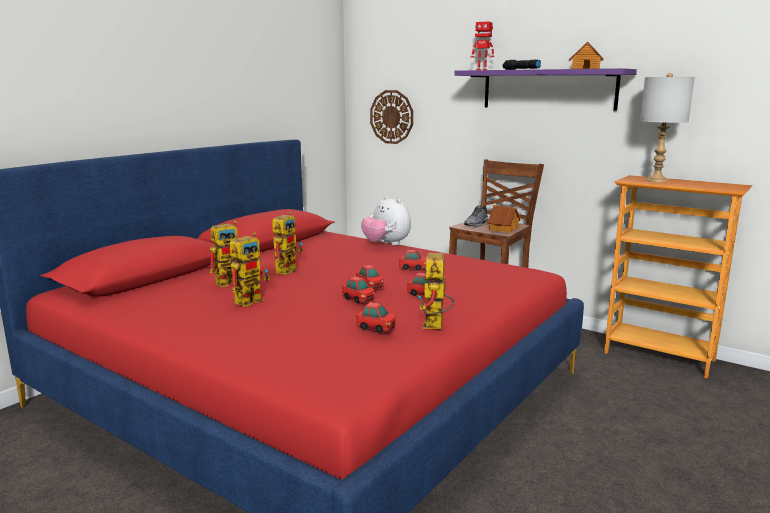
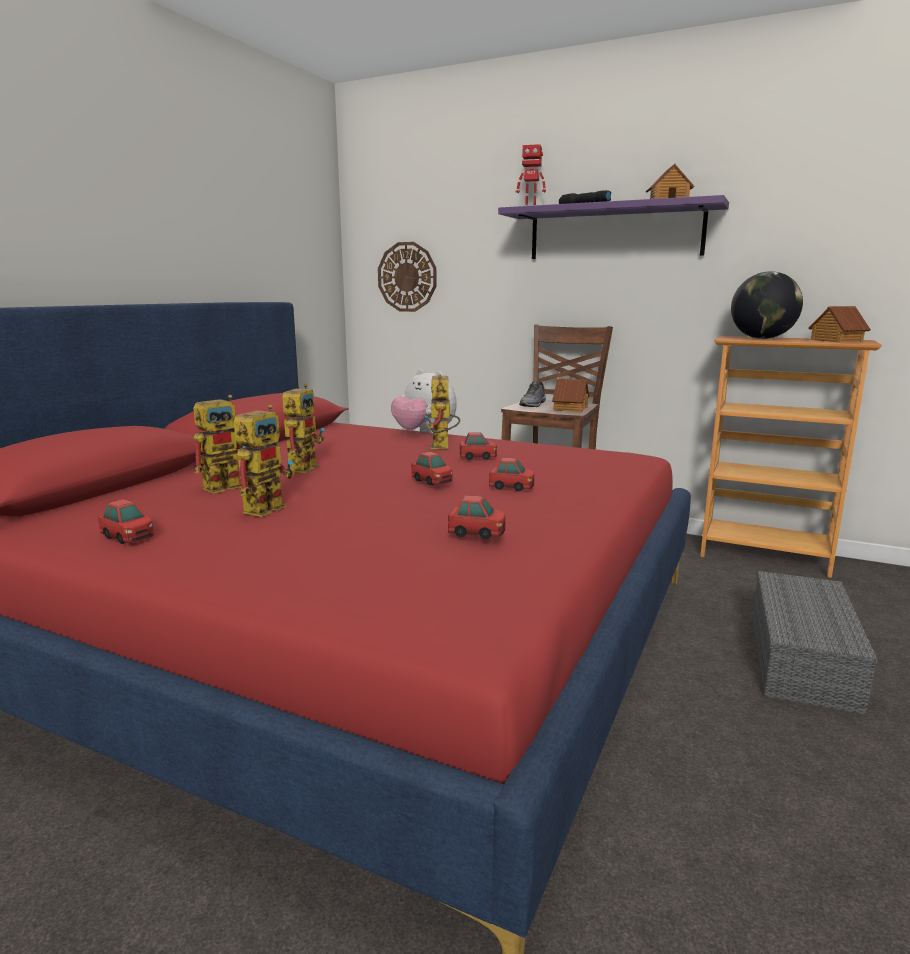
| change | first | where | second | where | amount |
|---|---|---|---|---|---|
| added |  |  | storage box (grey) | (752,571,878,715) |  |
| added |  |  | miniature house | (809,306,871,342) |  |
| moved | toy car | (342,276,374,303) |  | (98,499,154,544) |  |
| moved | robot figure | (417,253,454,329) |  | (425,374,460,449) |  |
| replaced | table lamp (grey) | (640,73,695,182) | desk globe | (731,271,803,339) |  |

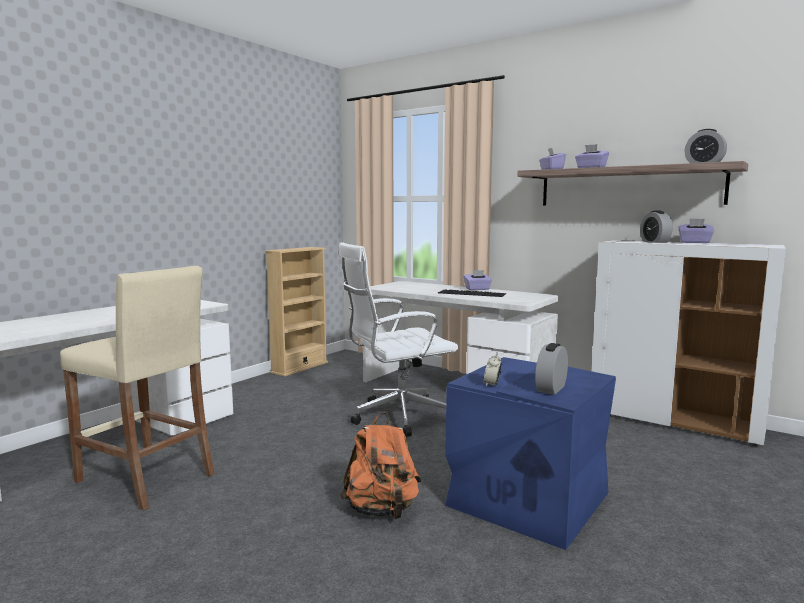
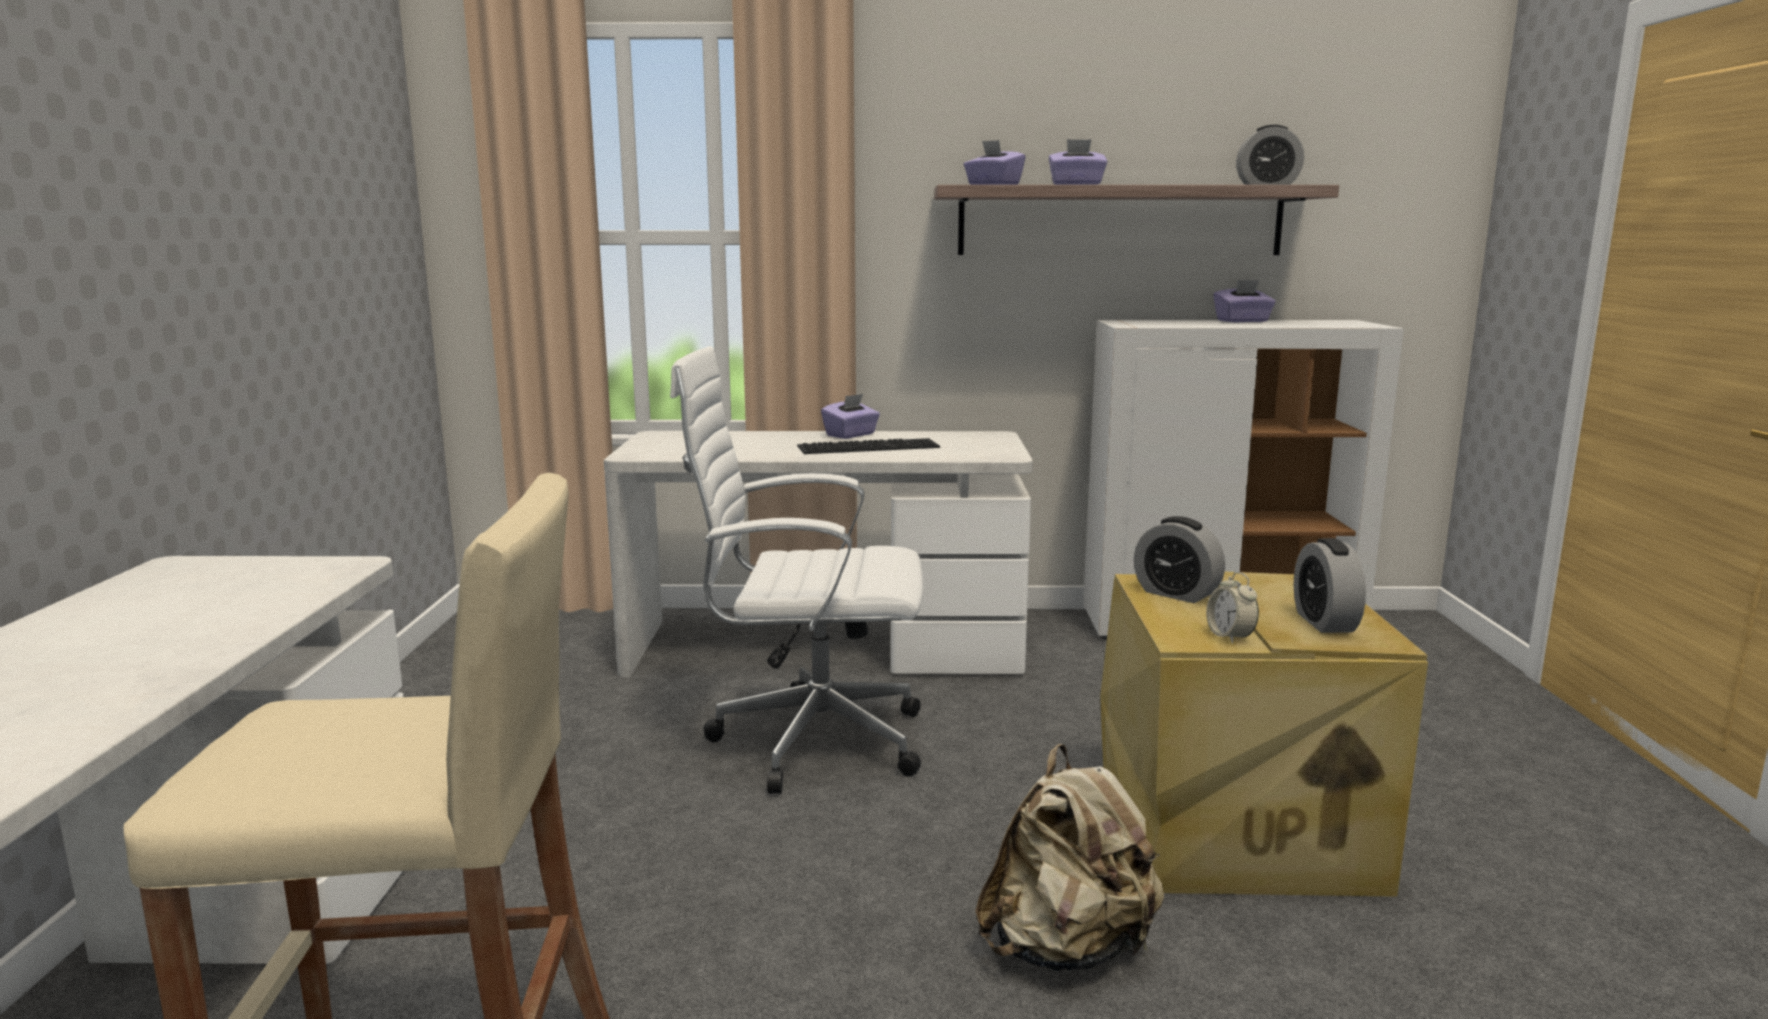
| change | first | where | second | where | amount |
|---|---|---|---|---|---|
| removed | shelving unit (beige-coloured) | (265,247,328,377) |  |  |  |
| moved | table clock | (640,211,673,243) |  | (1134,516,1225,603) |  |
| recoloured | knapsack (orangey) | (340,413,421,519) | knapsack (beige-coloured) | (975,744,1164,971) |  |
| recoloured | storage box (bluish) | (445,357,616,550) | storage box (beige-coloured) | (1100,572,1428,897) |  |
| turned | office chair (white) | (338,242,458,437) |  | (670,346,923,794) | 60 degrees clockwise |

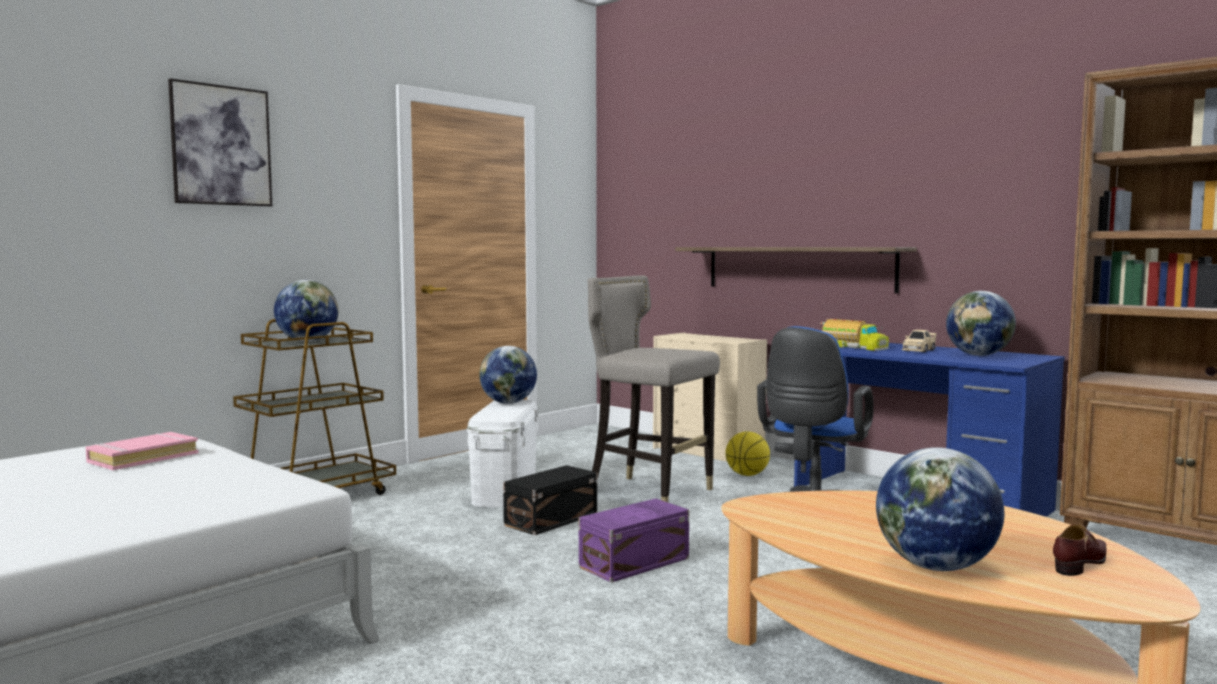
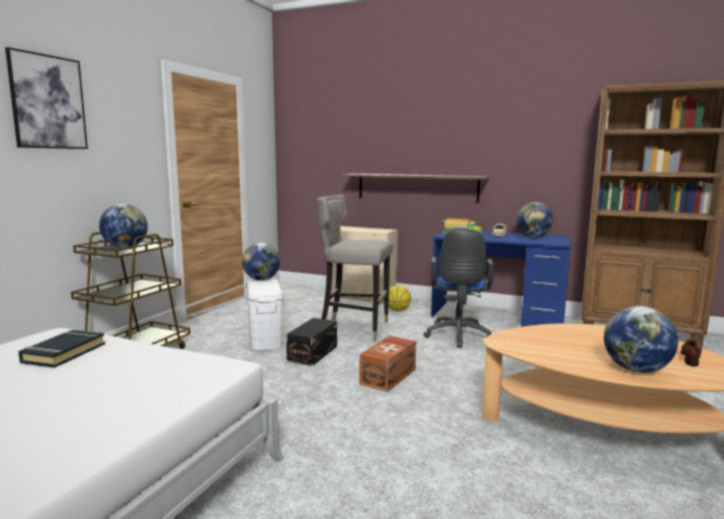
| change | first | where | second | where | amount |
|---|---|---|---|---|---|
| recoloured | volume (pink) | (86,432,198,470) | volume (blackish) | (18,330,105,368) |  |
| recoloured | storage box (purple-coloured) | (578,499,689,583) | storage box (brown-coloured) | (359,336,416,392) |  |

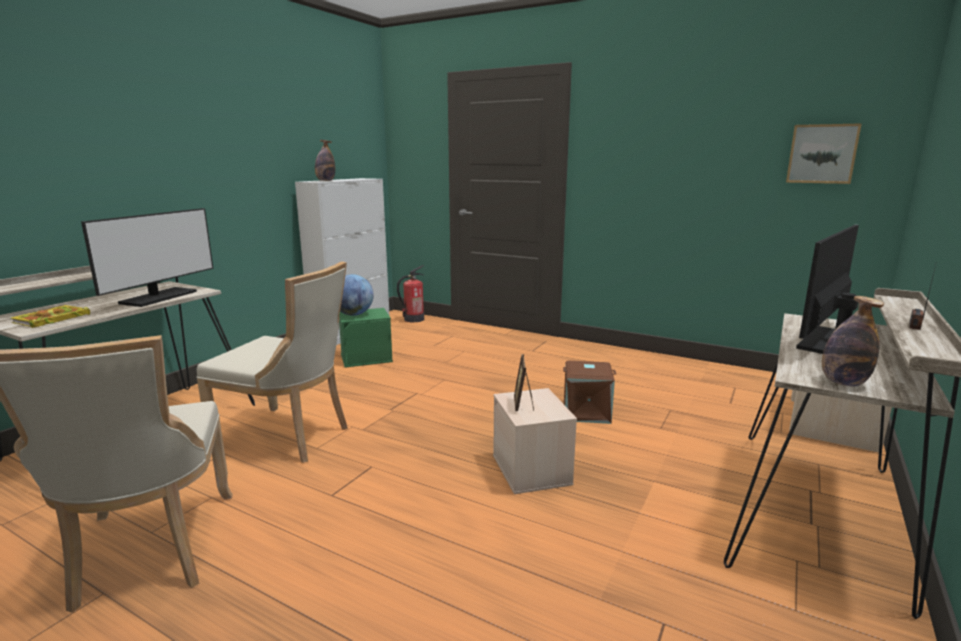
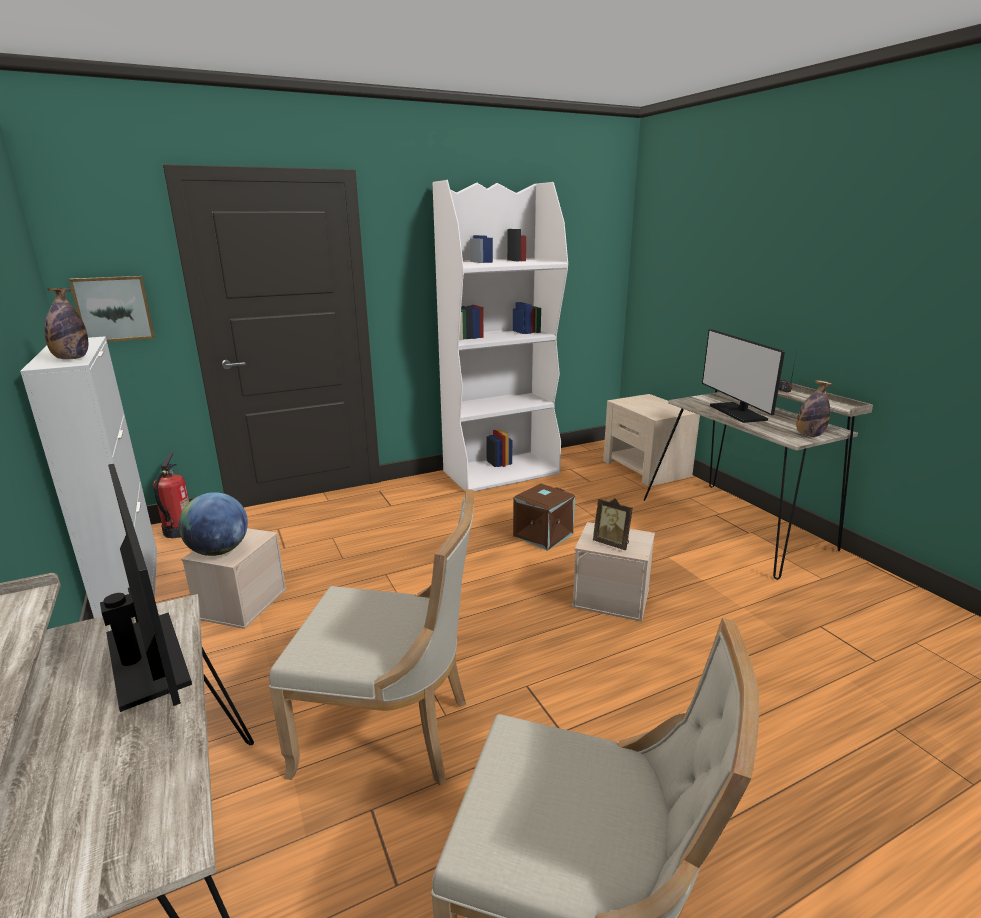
| change | first | where | second | where | amount |
|---|---|---|---|---|---|
| removed | volume | (11,305,90,328) |  |  |  |
| added |  |  | shelving unit (white) | (433,180,568,492) |  |
| moved | wall picture | (786,123,862,184) |  | (69,276,155,342) |  |
| recoloured | storage box (green-coloured) | (339,308,393,368) | storage box (beige-coloured) | (181,528,286,629) |  |
| turned | plain chair (beige-coloured) | (196,261,348,463) |  | (269,489,474,785) | 45 degrees clockwise |

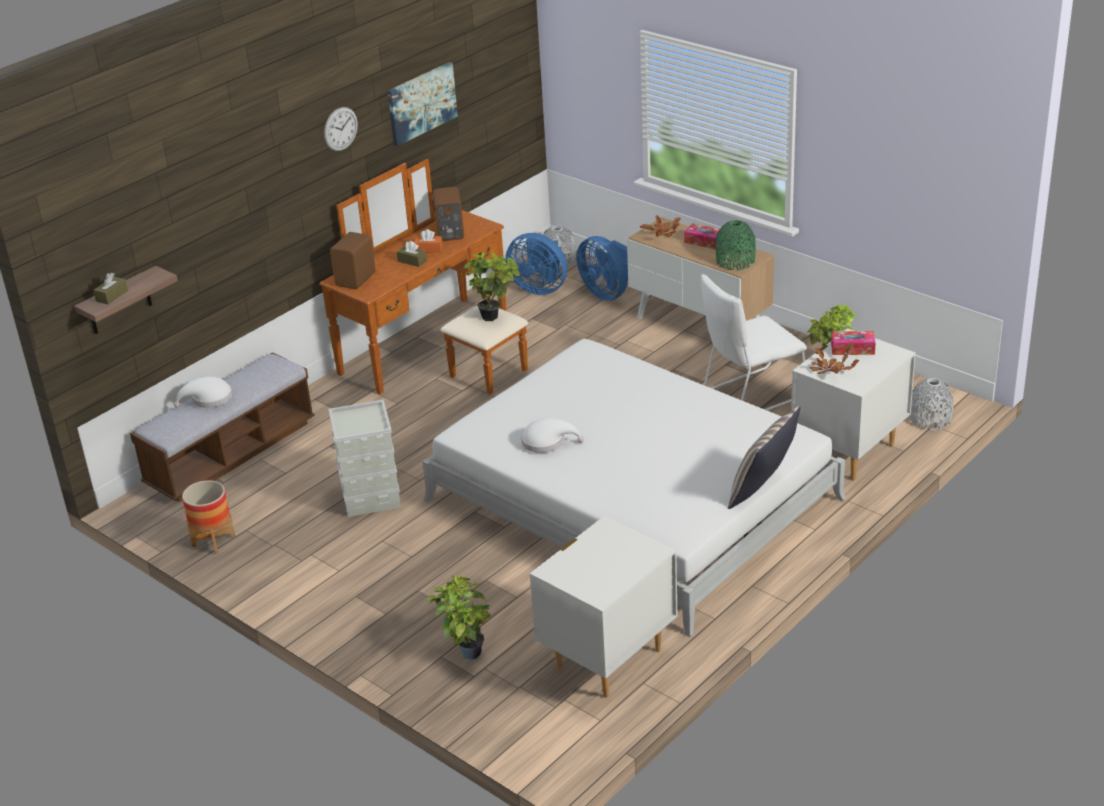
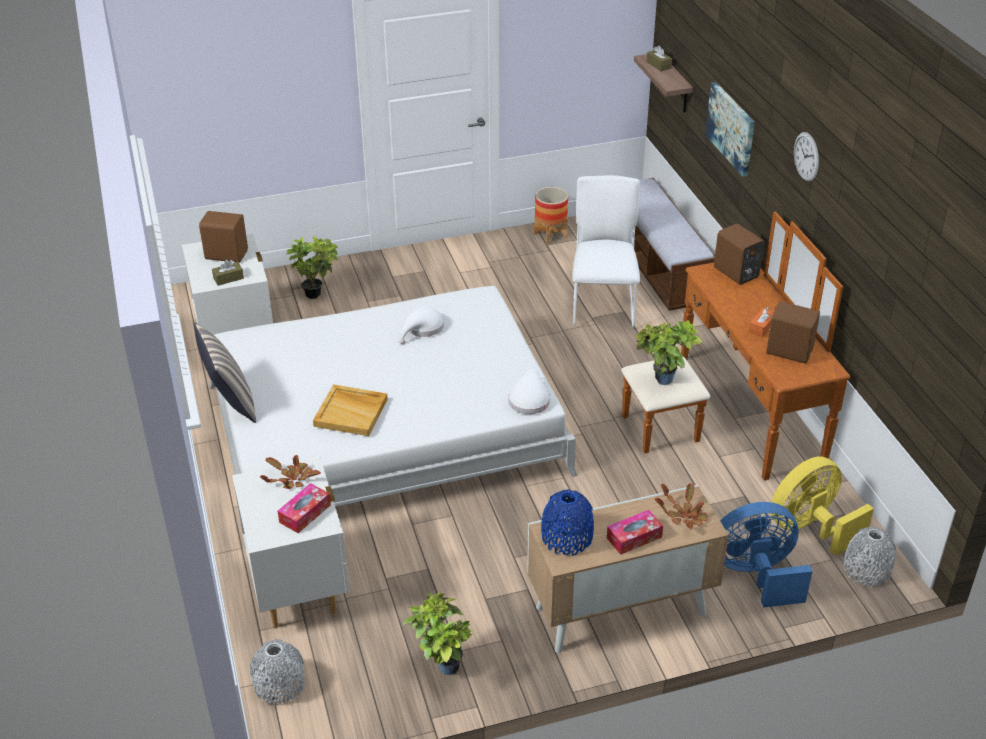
| change | first | where | second | where | amount |
|---|---|---|---|---|---|
| removed | storage box (grey) | (328,399,401,517) |  |  |  |
| added |  |  | speaker (brown-coloured) | (199,211,248,263) |  |
| added |  |  | tray (beige-coloured) | (313,384,388,436) |  |
| moved | hat (white) | (174,377,232,408) |  | (509,368,550,414) |  |
| moved | wall picture | (388,62,458,146) |  | (705,82,755,177) |  |
| moved | tissue box (brown-coloured) | (397,241,427,267) |  | (212,260,244,286) |  |
| moved | plain chair (white) | (701,274,807,410) |  | (572,175,640,327) |  |
| recoloured | fan (bluish) | (505,233,567,295) | fan (yellow) | (771,456,874,556) |  |
| recoloured | decorative vase (green-coloured) | (716,220,756,271) | decorative vase (bluish) | (541,490,594,556) |  |

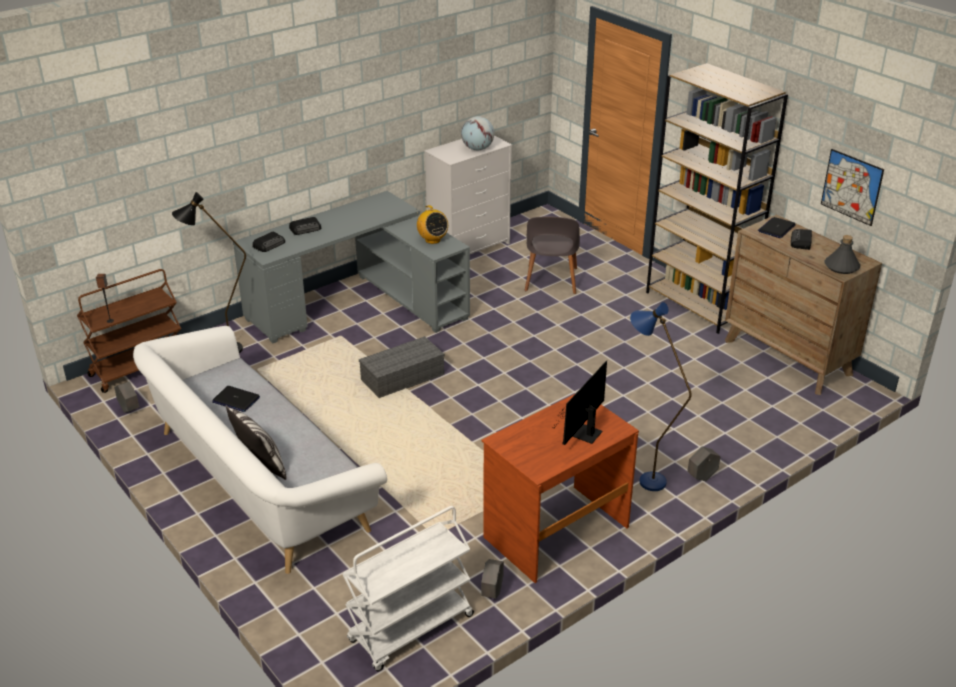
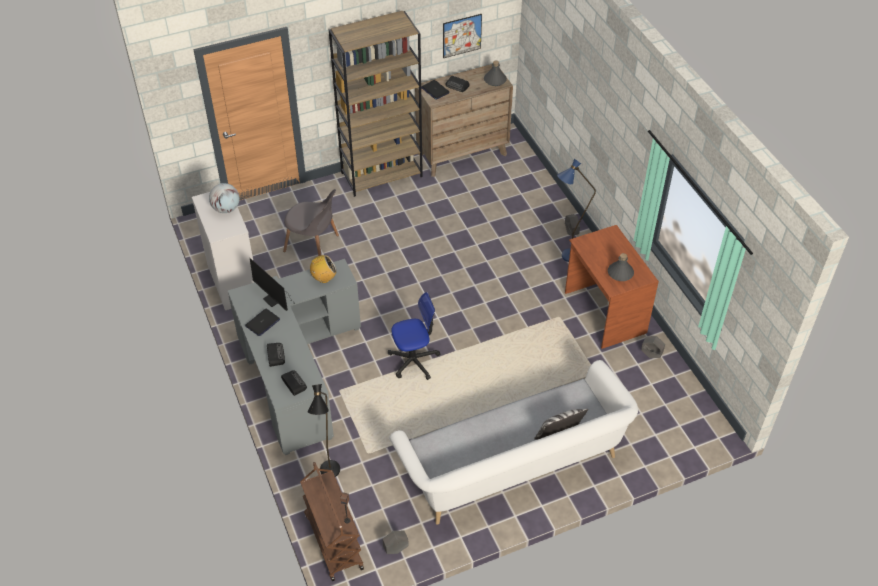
| change | first | where | second | where | amount |
|---|---|---|---|---|---|
| removed | trolley (white) | (342,506,474,672) |  |  |  |
| added |  |  | bottle (grey) | (608,253,634,281) |  |
| moved | portable computer | (212,386,260,412) |  | (245,309,280,336) |  |
| moved | monitor | (556,360,607,445) |  | (250,258,291,311) |  |
| replaced | storage box (grey) | (359,336,444,398) | office chair | (388,292,440,380) |  |

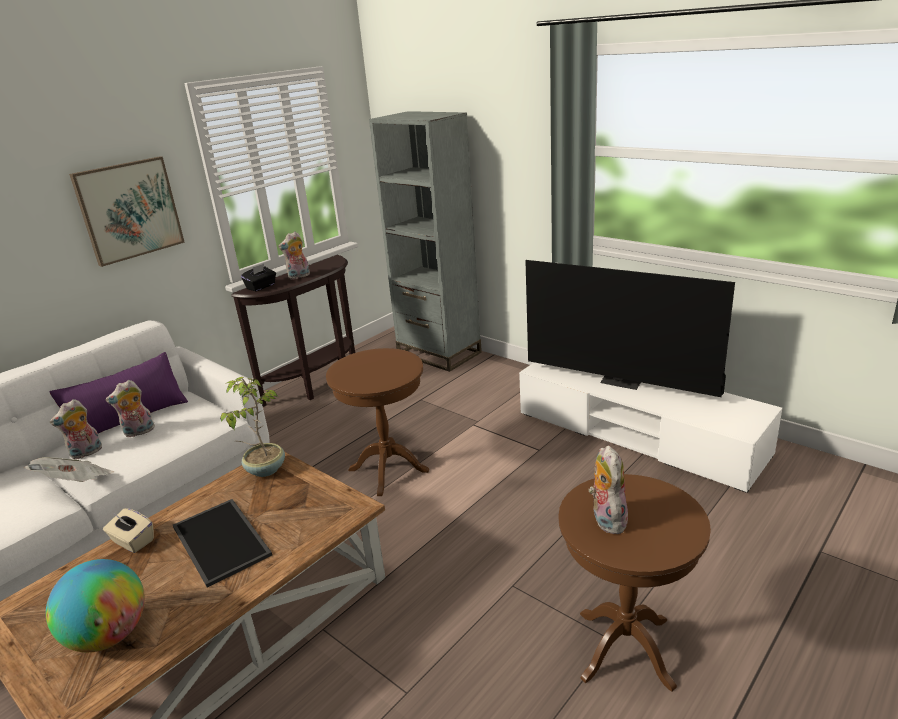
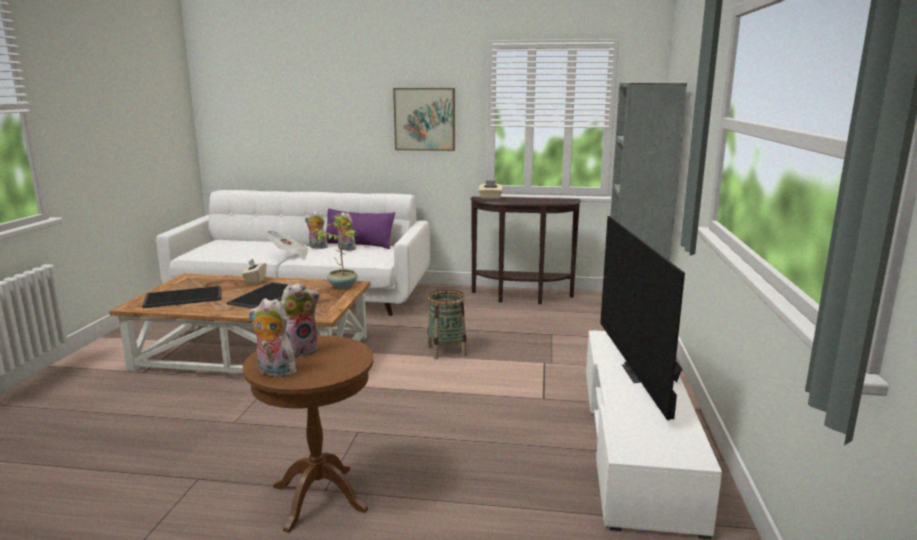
| change | first | where | second | where | amount |
|---|---|---|---|---|---|
| moved | plush toy | (278,231,310,280) |  | (249,298,296,378) |  |
| replaced | desk globe | (46,559,145,652) | tray | (142,286,221,308) |  |
| replaced | side table (brown-coloured) | (326,348,429,496) | household basket | (427,289,467,359) |  |
| recoloured | tissue box (blackish) | (241,264,276,291) | tissue box (beige-coloured) | (479,180,503,199) |  |

